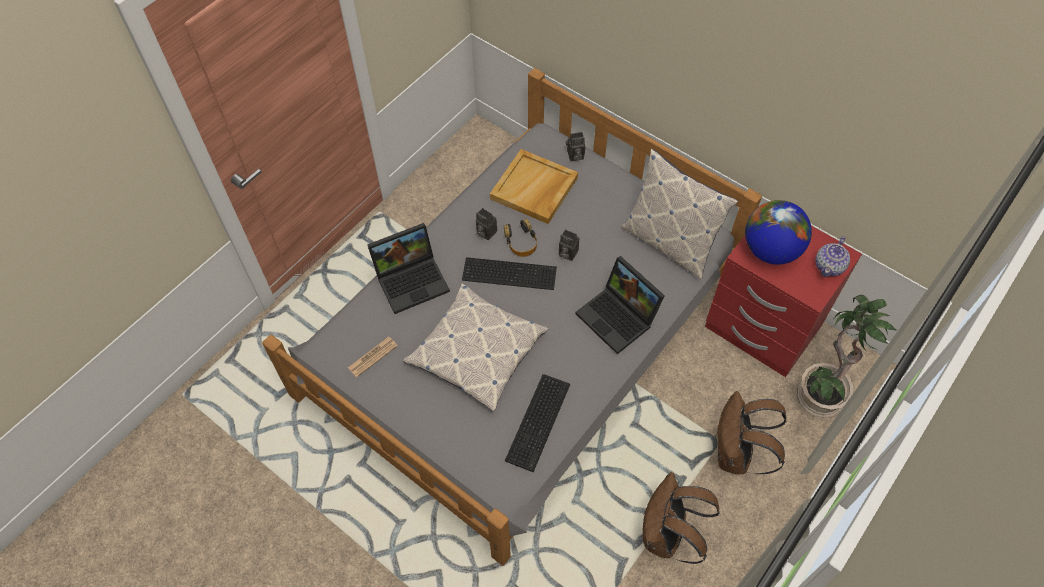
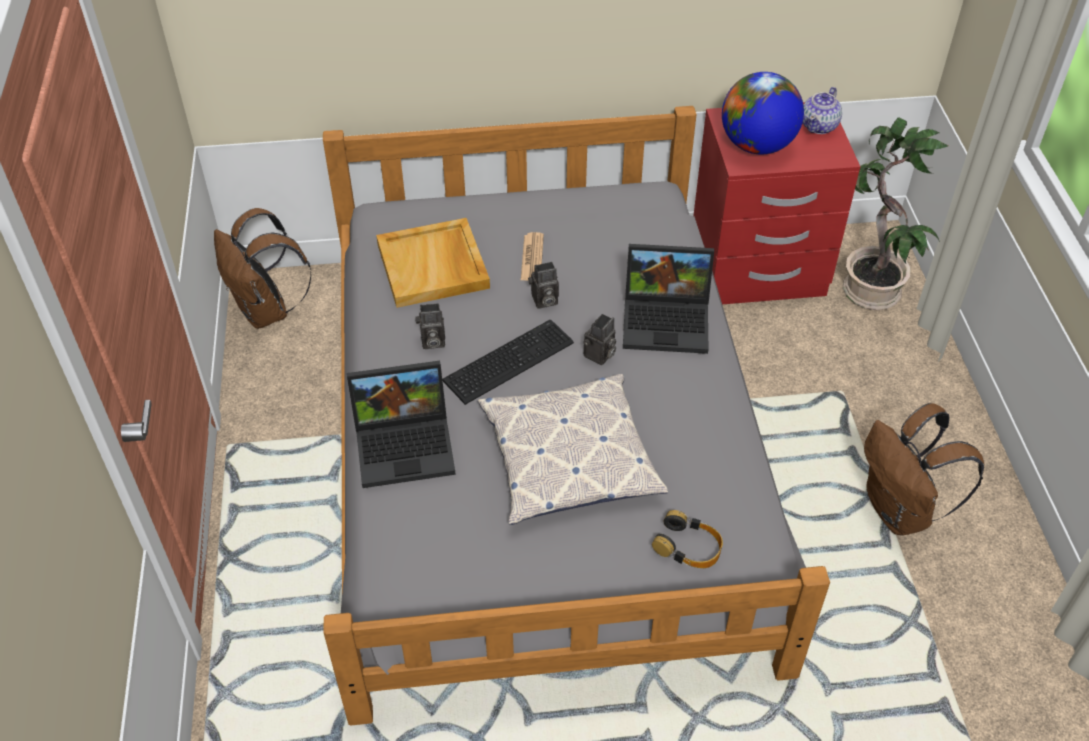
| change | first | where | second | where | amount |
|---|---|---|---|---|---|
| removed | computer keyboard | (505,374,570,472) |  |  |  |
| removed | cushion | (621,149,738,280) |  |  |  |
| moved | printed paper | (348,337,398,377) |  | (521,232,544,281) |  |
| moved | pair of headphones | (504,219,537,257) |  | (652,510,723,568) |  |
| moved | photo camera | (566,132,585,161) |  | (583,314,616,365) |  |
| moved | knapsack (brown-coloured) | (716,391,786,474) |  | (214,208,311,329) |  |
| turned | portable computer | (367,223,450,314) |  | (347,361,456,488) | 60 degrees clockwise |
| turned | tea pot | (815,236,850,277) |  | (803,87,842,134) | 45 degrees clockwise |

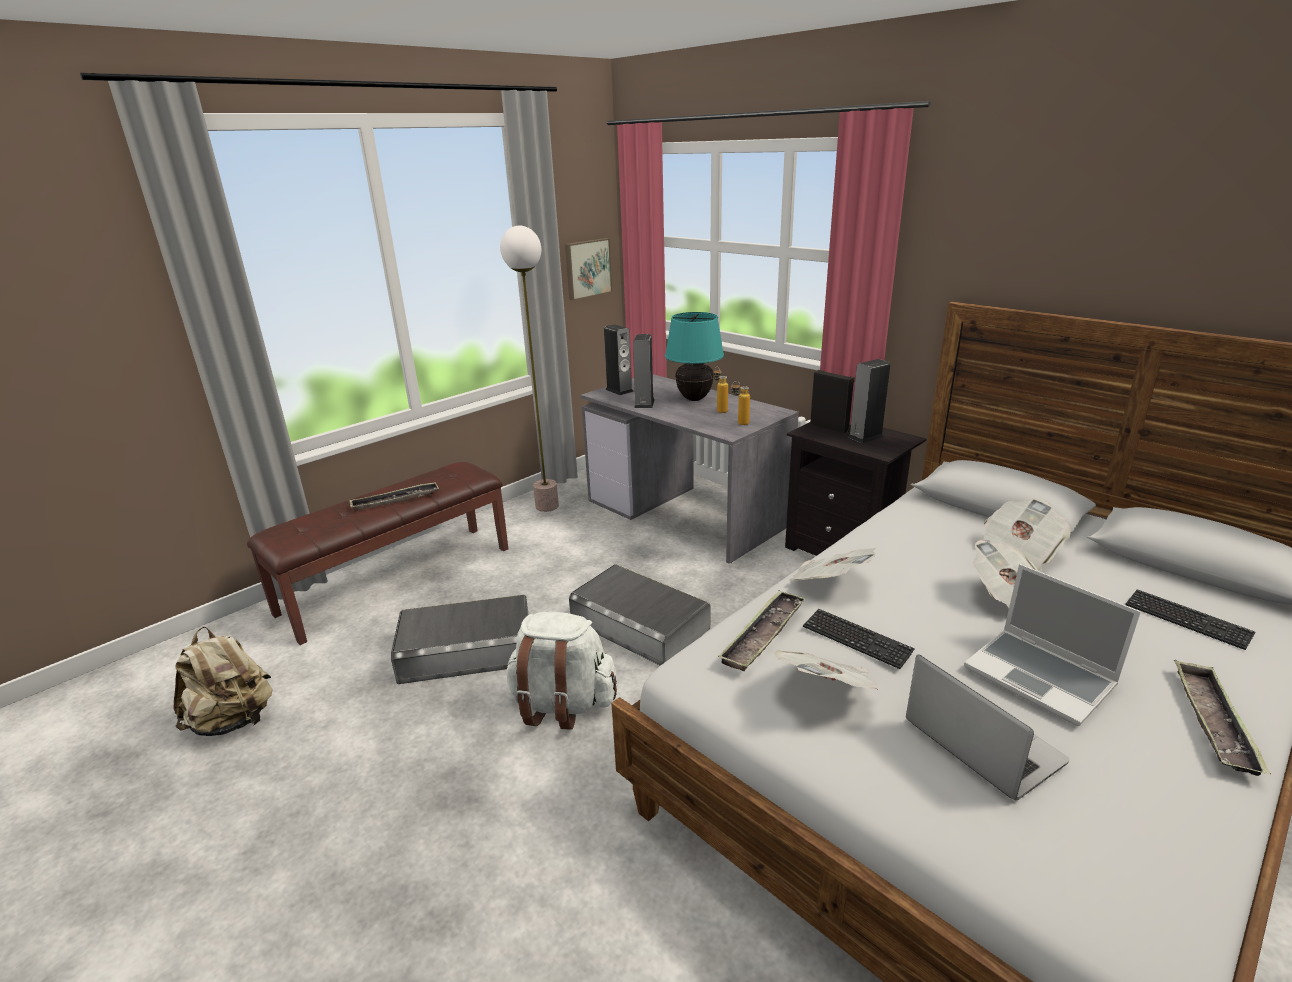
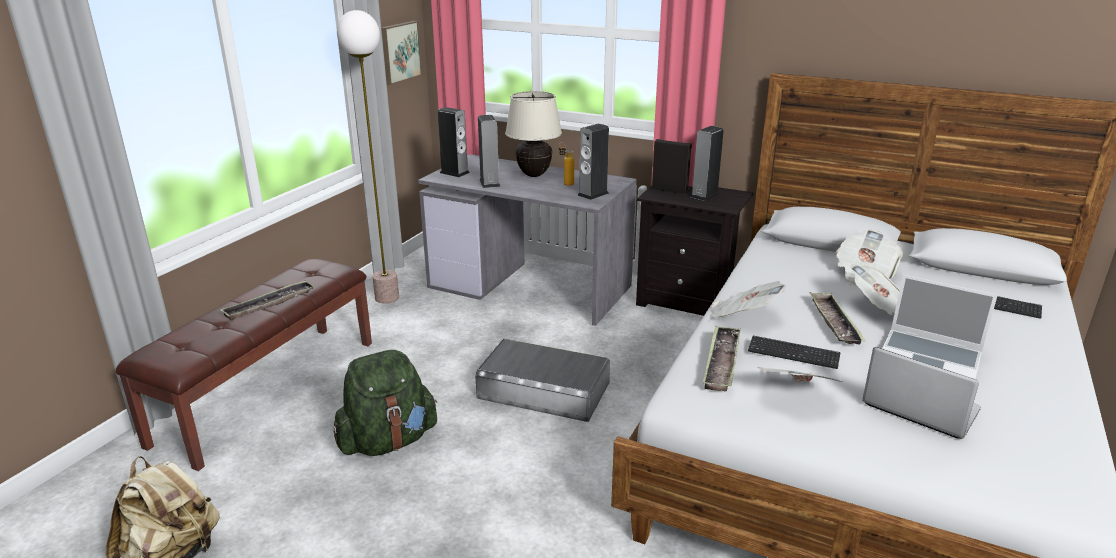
| change | first | where | second | where | amount |
|---|---|---|---|---|---|
| removed | knapsack (white) | (505,612,617,730) |  |  |  |
| moved | tray | (1174,659,1271,776) |  | (810,293,866,344) |  |
| replaced | storage box (grey) | (391,595,529,684) | knapsack (green-coloured) | (333,350,437,456) |  |
| replaced | bottle | (731,381,750,425) | speaker | (578,124,609,200) |  |
| recoloured | table lamp (blue-green) | (665,312,724,401) | table lamp (beige-coloured) | (505,91,562,177) |  |

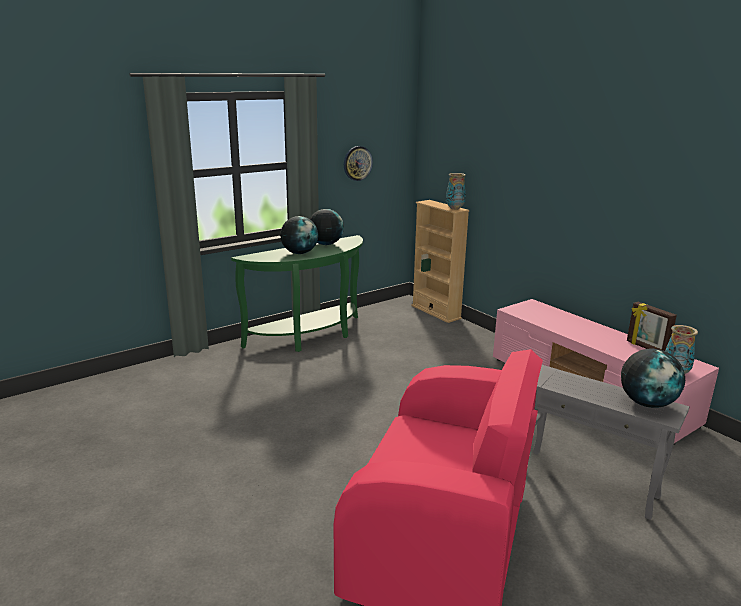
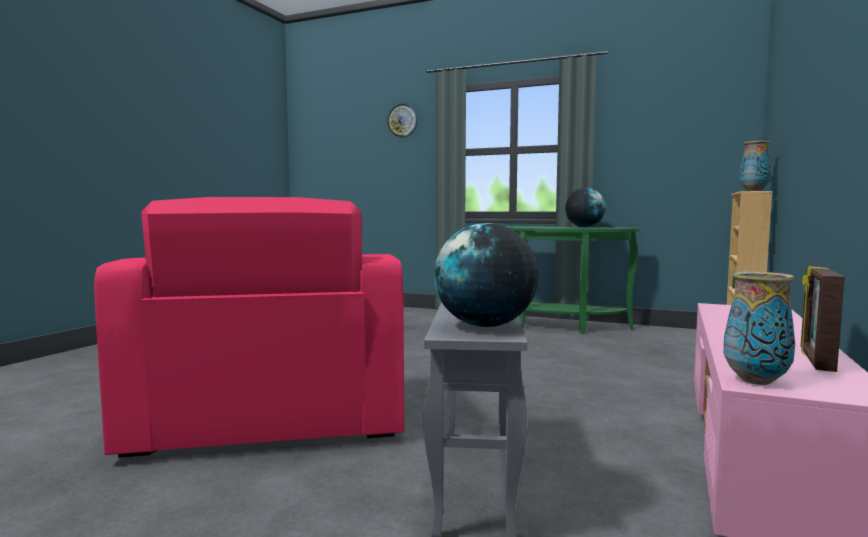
| change | first | where | second | where | amount |
|---|---|---|---|---|---|
| removed | desk globe | (280,216,318,254) |  |  |  |
| moved | hanging clock | (344,146,373,181) |  | (387,104,418,138) |  |

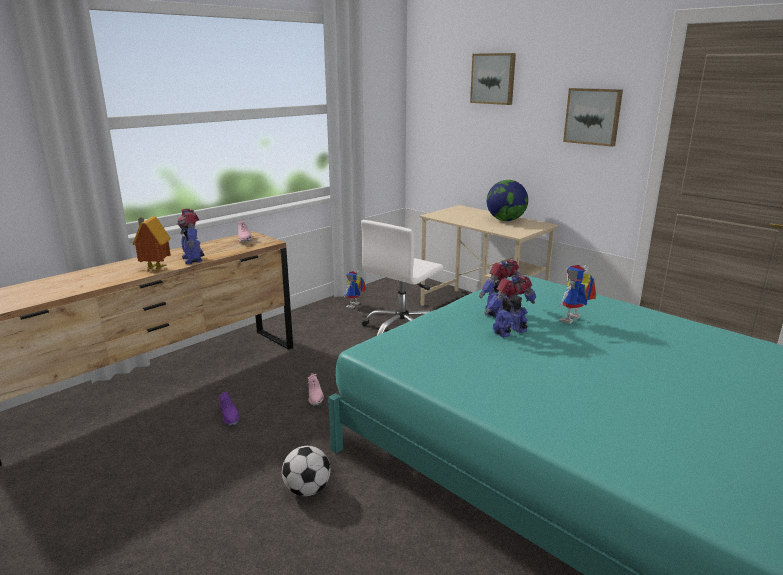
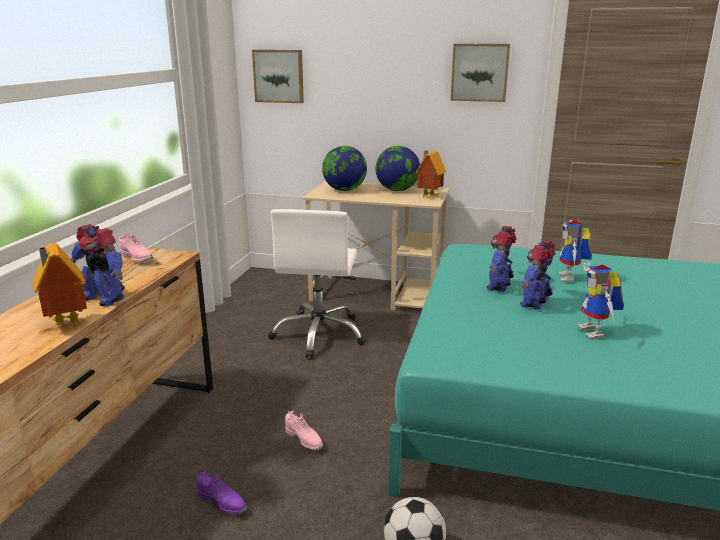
| change | first | where | second | where | amount |
|---|---|---|---|---|---|
| added |  |  | desk globe | (322,146,367,191) |  |
| added |  |  | miniature house | (416,150,446,198) |  |
| moved | robot figure | (344,270,367,309) |  | (577,262,624,339) |  |
| moved | wall picture | (470,53,516,105) |  | (252,50,304,103) |  |

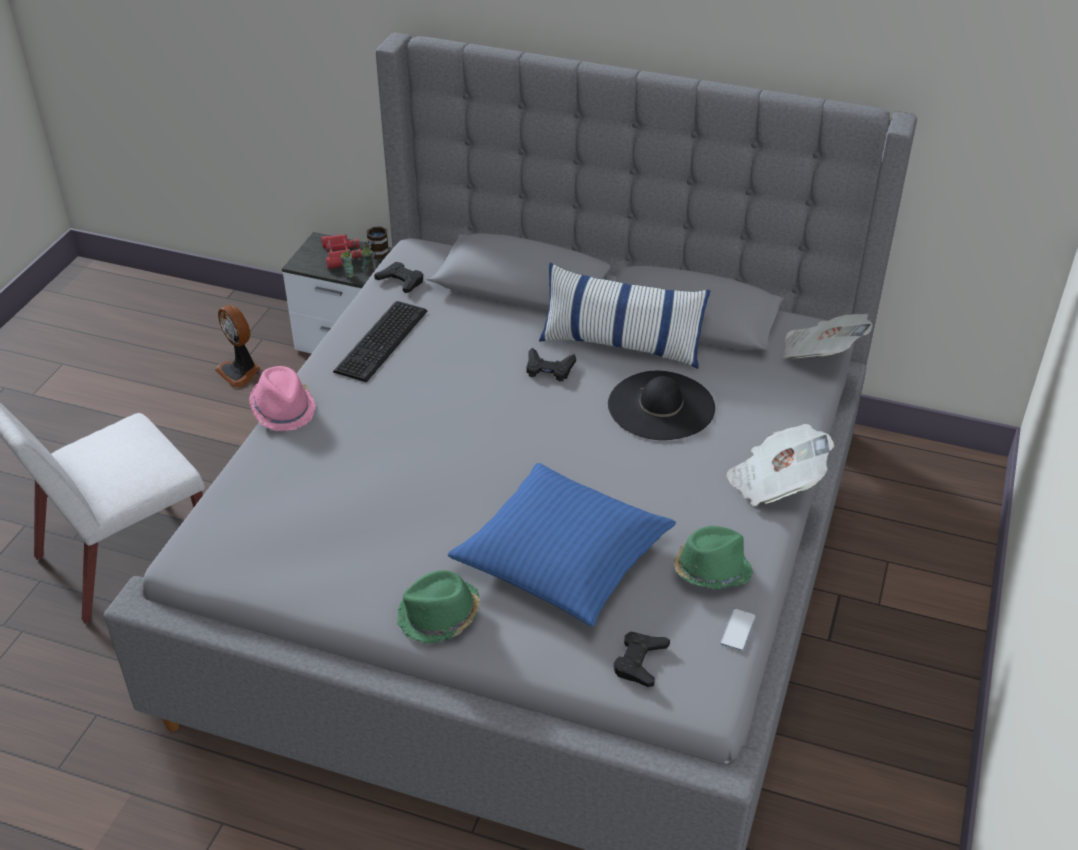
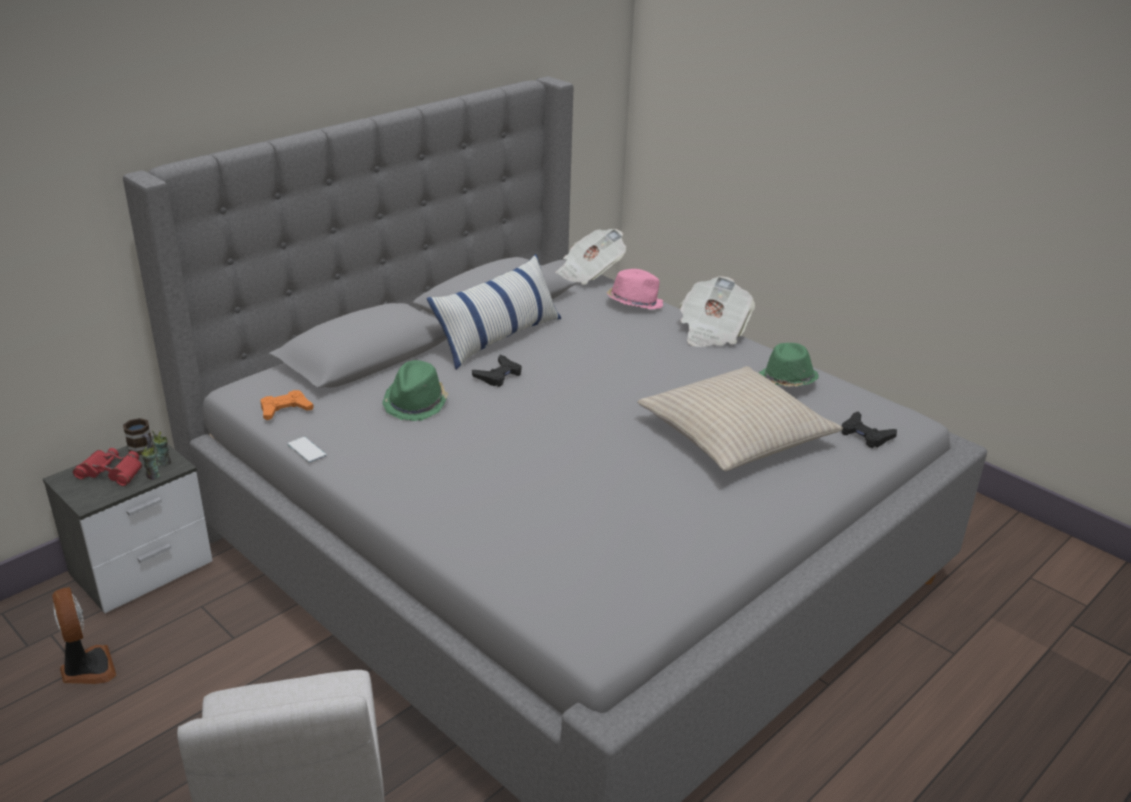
| change | first | where | second | where | amount |
|---|---|---|---|---|---|
| removed | computer keyboard | (333,301,427,382) |  |  |  |
| removed | hat (blackish) | (608,371,715,440) |  |  |  |
| moved | hat (pink) | (249,366,316,431) |  | (606,269,663,310) |  |
| moved | hat (green-coloured) | (397,570,481,644) |  | (382,360,448,421) |  |
| moved | telephone | (720,608,756,651) |  | (287,437,327,463) |  |
| recoloured | joypad (blackish) | (374,262,423,293) | joypad (orangey) | (261,390,314,420) |  |
| recoloured | cushion (bluish) | (448,463,676,627) | cushion (beige-coloured) | (637,366,843,471) |  |
| turned | fan | (215,305,260,388) |  | (52,587,116,684) | 105 degrees counterclockwise |

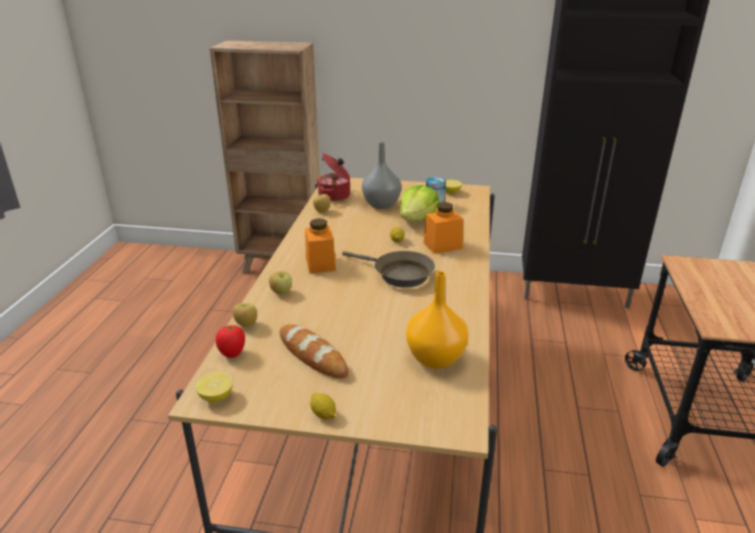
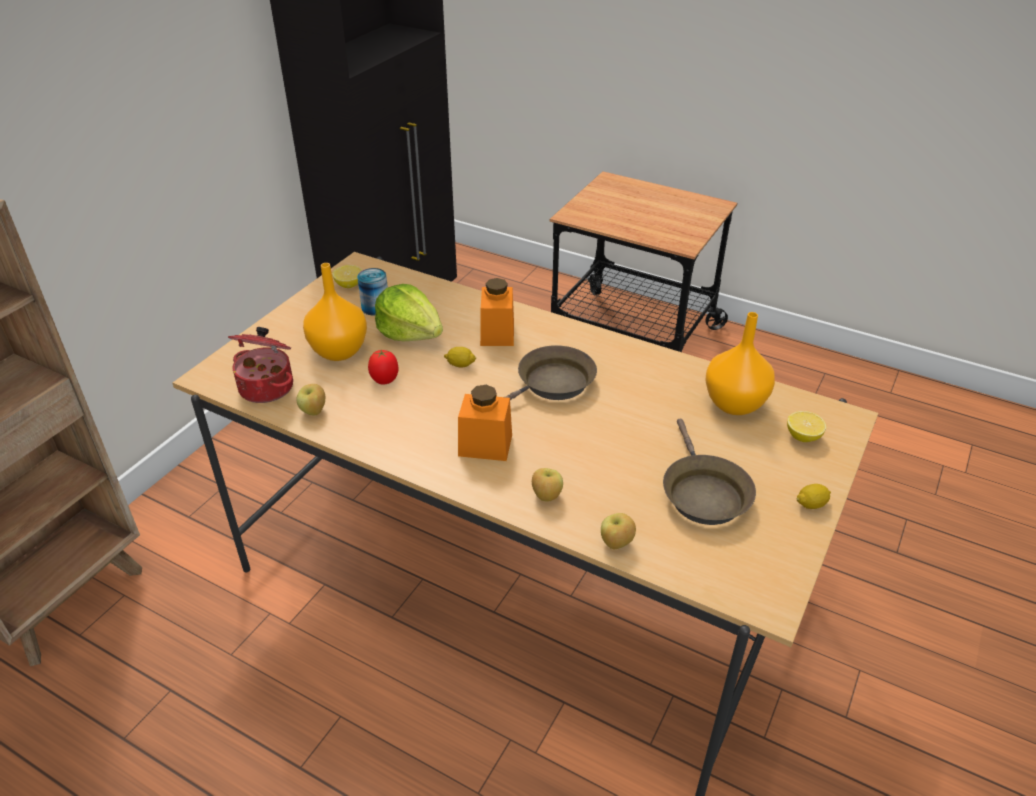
| change | first | where | second | where | amount |
|---|---|---|---|---|---|
| moved | citrus fruit | (196,372,233,402) |  | (787,411,826,442) |  |
| moved | tomato | (216,325,245,358) |  | (368,350,399,384) |  |
| replaced | baked bread | (280,324,349,379) | frying pan (brown-coloured) | (663,419,756,525) |  |
| recoloured | decorative vase (grey) | (362,142,402,209) | decorative vase (orangey) | (303,263,367,361) |  |

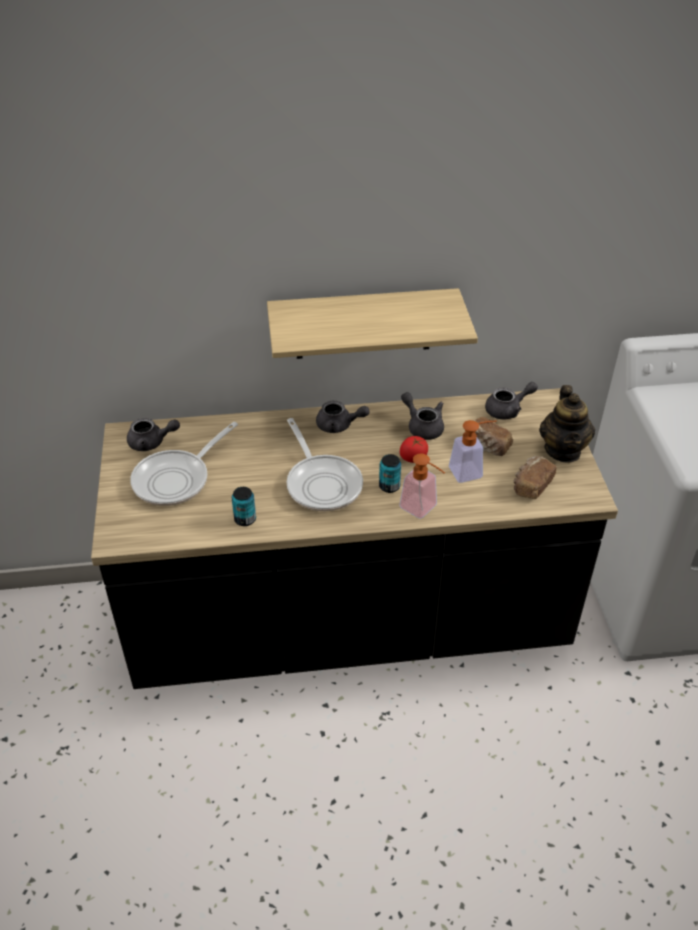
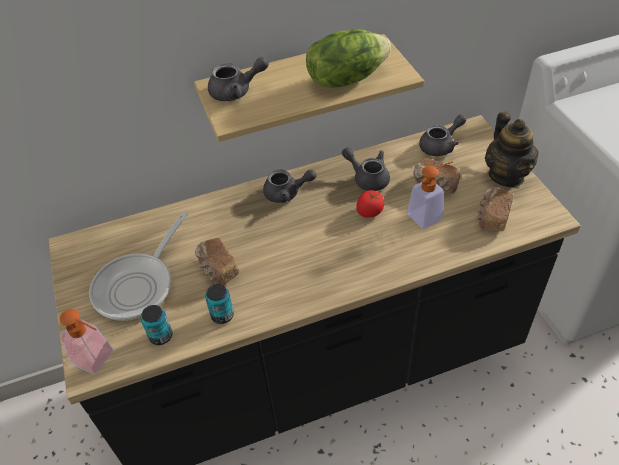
| change | first | where | second | where | amount |
|---|---|---|---|---|---|
| removed | frying pan | (287,418,363,511) |  |  |  |
| added |  |  | baked bread | (195,238,239,286) |  |
| added |  |  | lettuce | (306,30,391,88) |  |
| moved | tea pot (grey) | (127,418,180,451) |  | (208,57,269,101) |  |
| moved | can | (379,454,401,493) |  | (141,305,173,345) |  |
| moved | soap bottle | (399,453,445,519) |  | (59,309,113,374) |  |

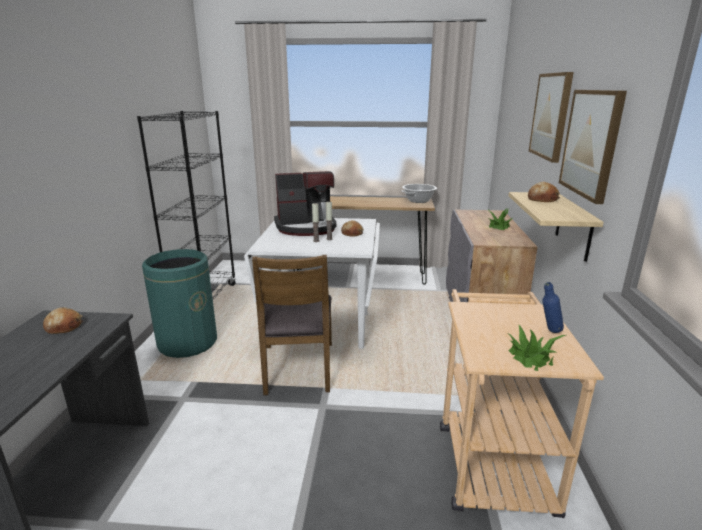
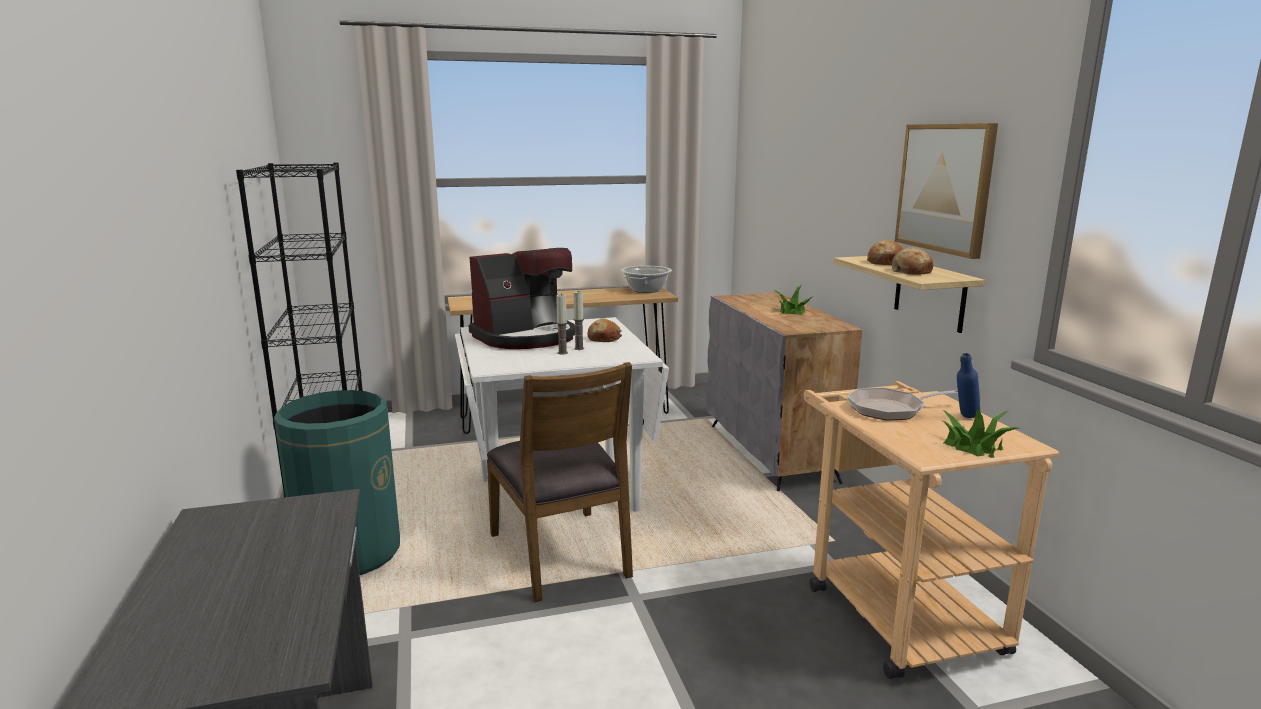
| change | first | where | second | where | amount |
|---|---|---|---|---|---|
| removed | wall picture | (529,72,574,163) |  |  |  |
| added |  |  | frying pan | (847,388,958,421) |  |
| moved | baked bread | (43,307,83,334) |  | (892,247,933,275) |  |

